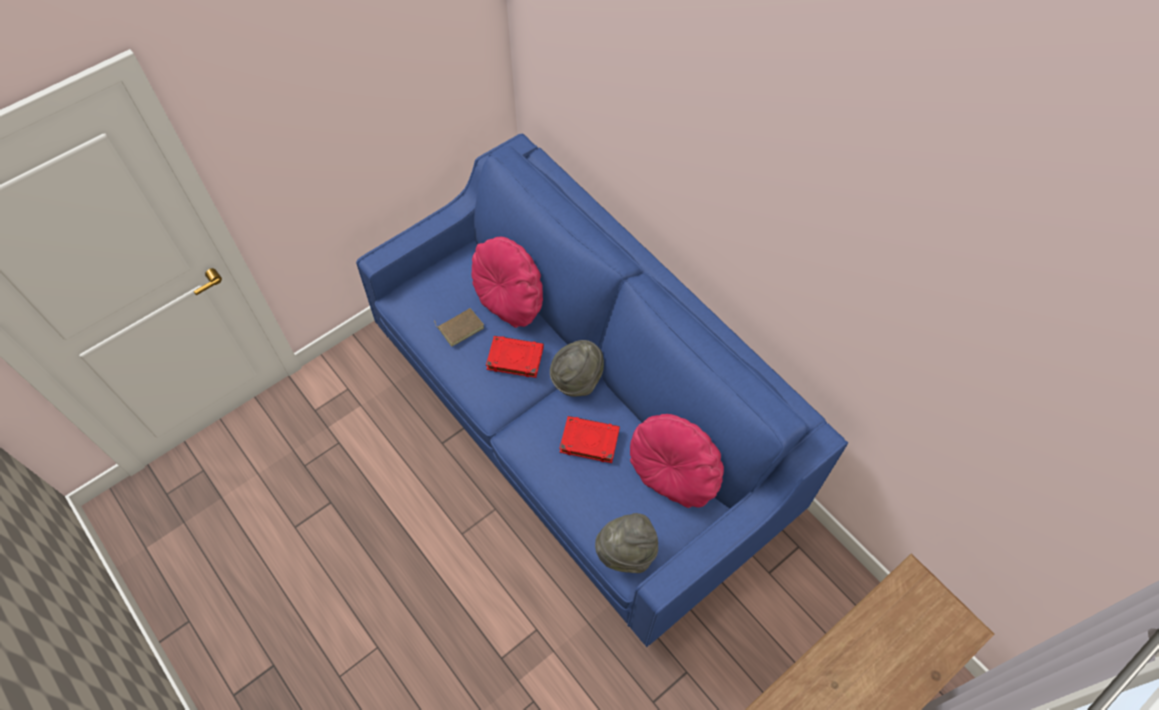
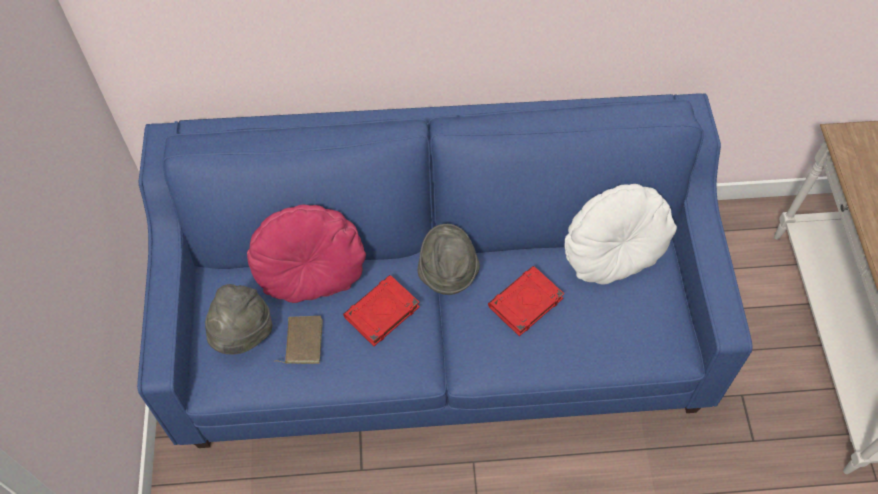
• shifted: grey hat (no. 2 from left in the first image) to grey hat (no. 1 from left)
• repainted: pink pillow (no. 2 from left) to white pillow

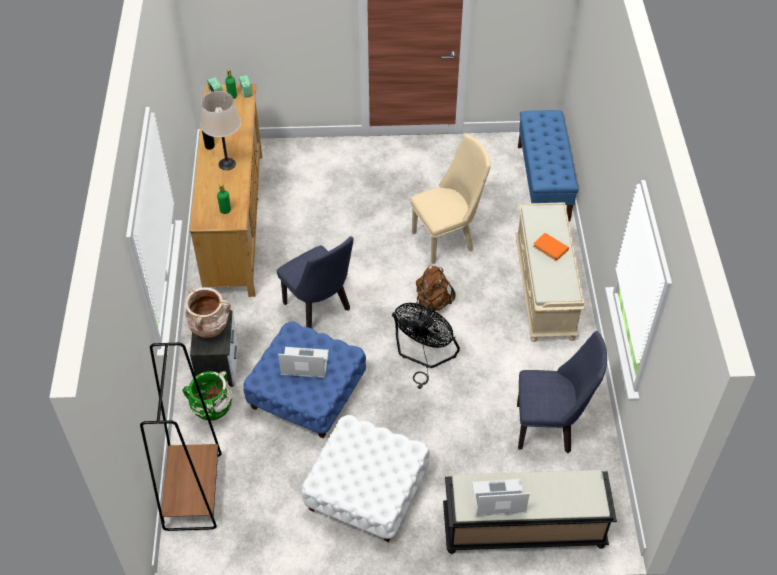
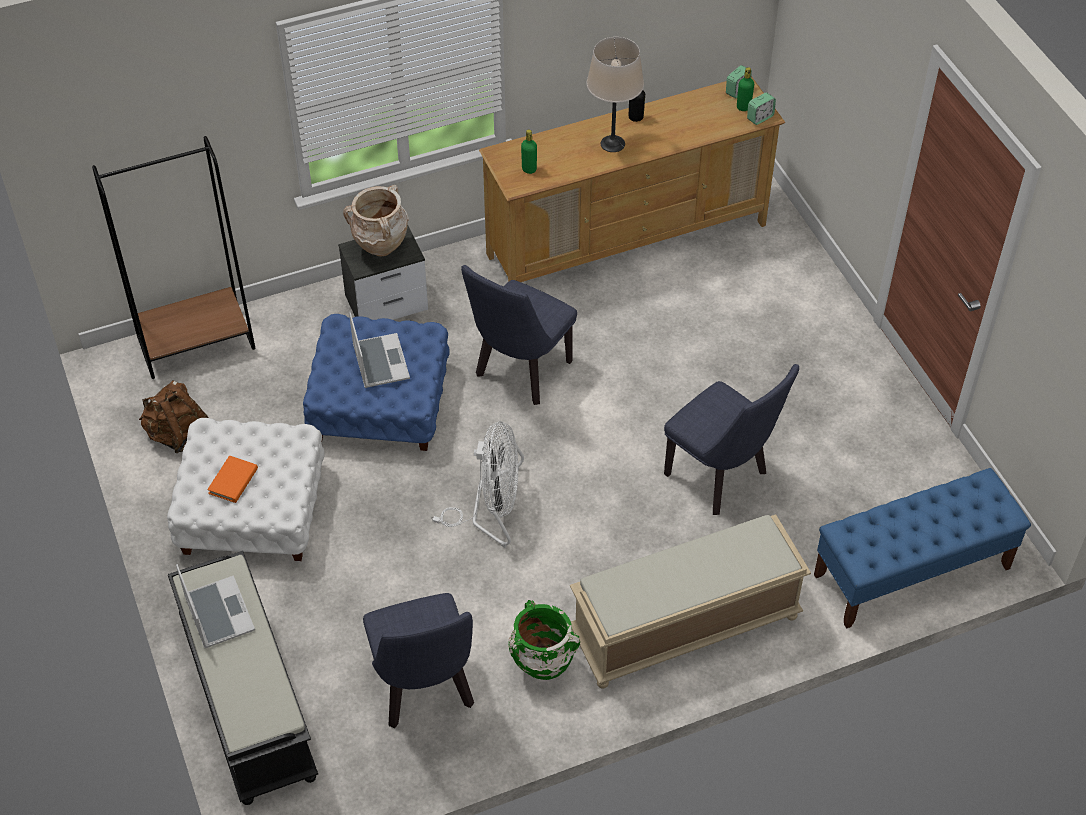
• shifted: green vase
• repainted: black fan to white fan
• repainted: beige chair to blue chair (no. 3 from left)
• shifted: brown backpack
• shifted: orange book

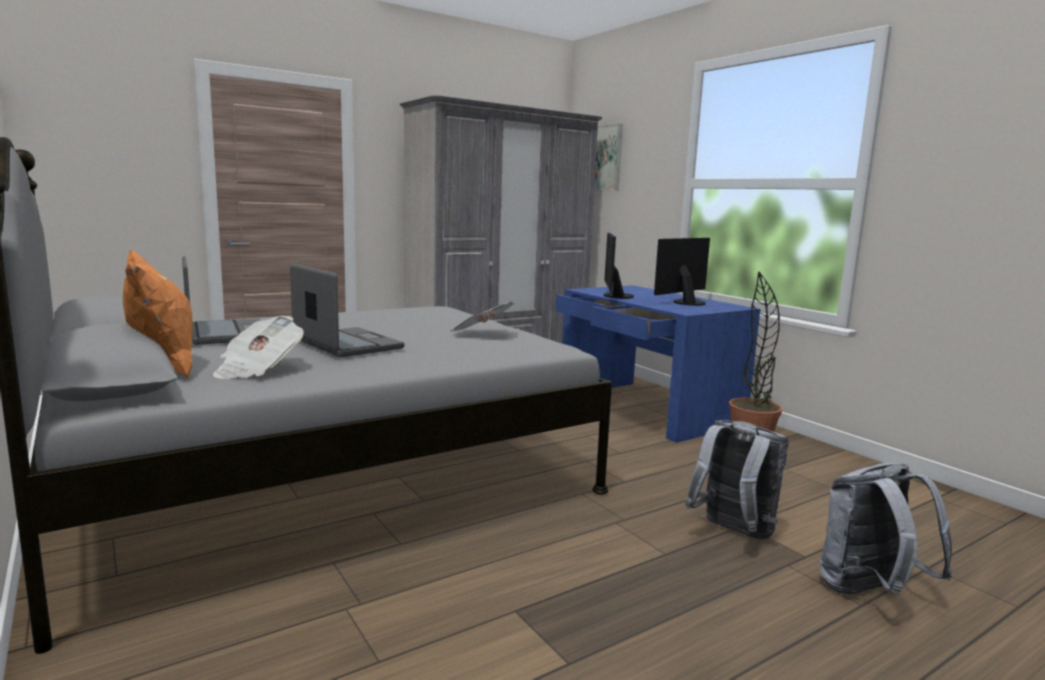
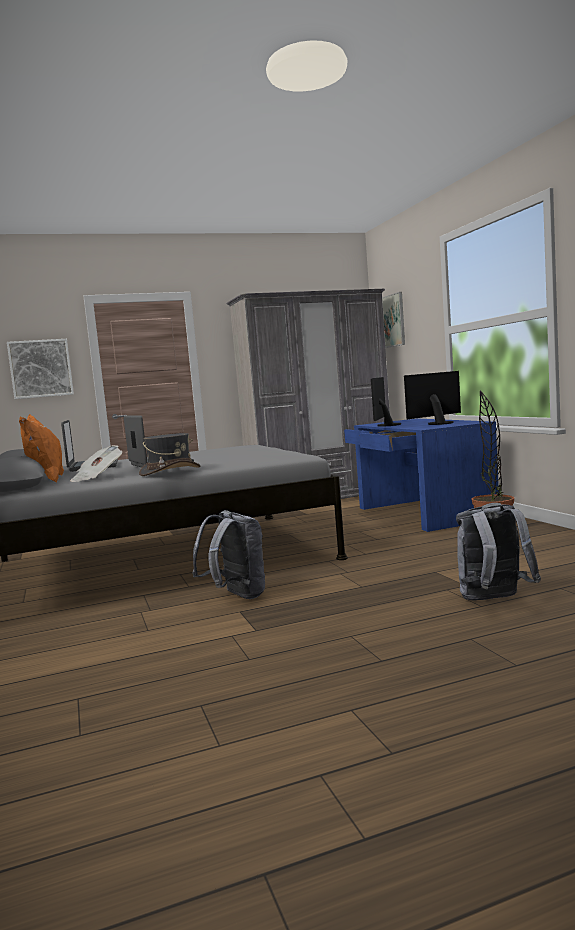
• gone: newspaper (no. 2 from left)
• shifted: grey backpack (no. 1 from left)
• new: picture (no. 1 from left)
• new: grey hat

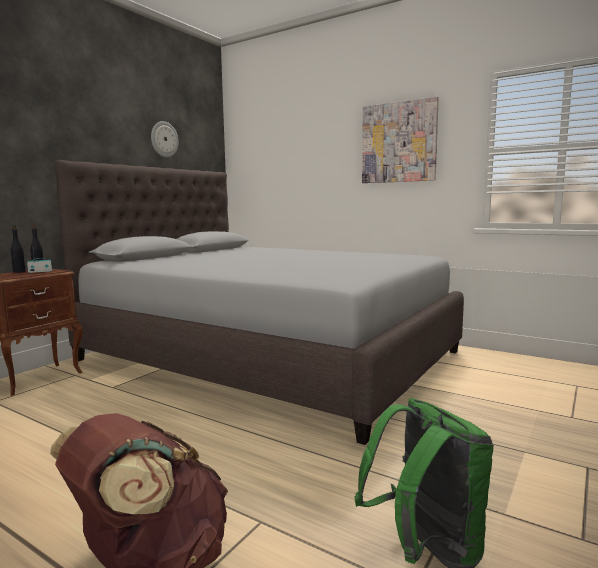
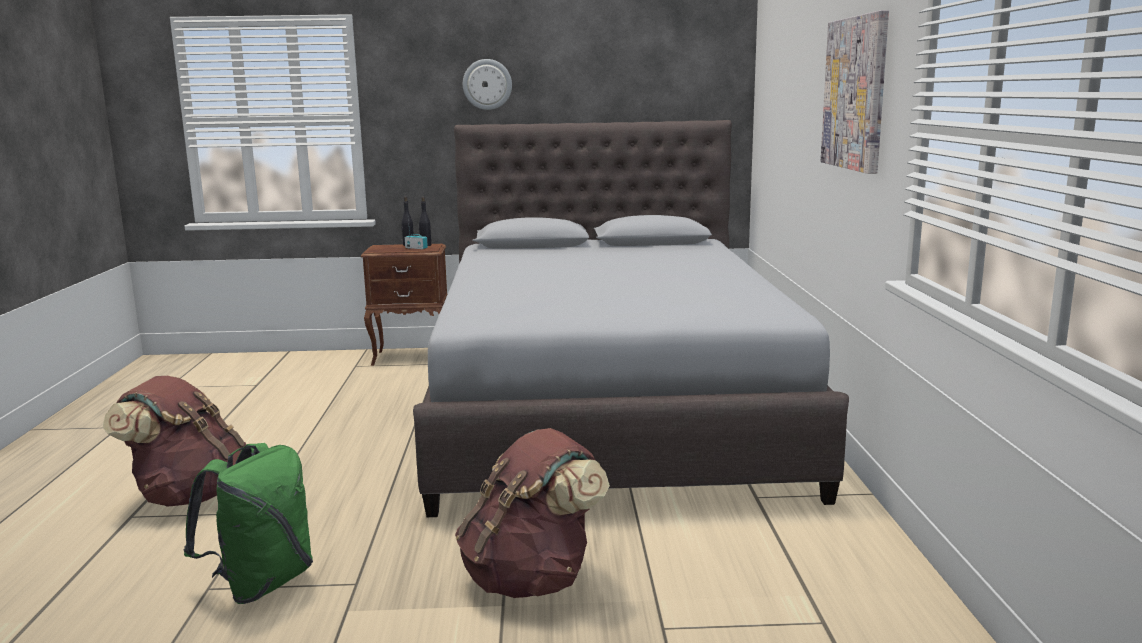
• shifted: wall clock
• new: brown backpack (no. 2 from left)

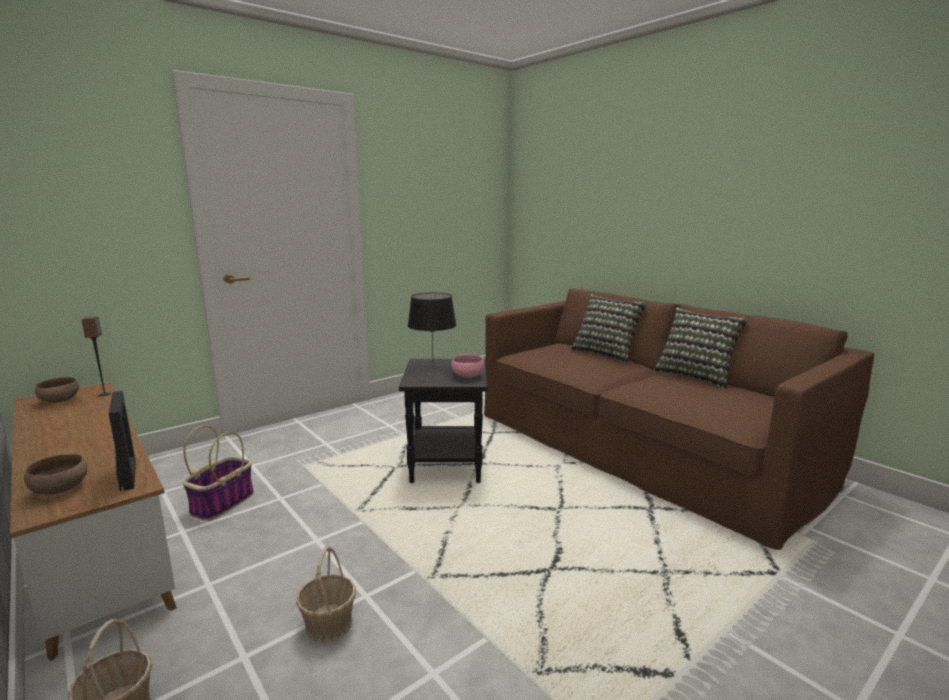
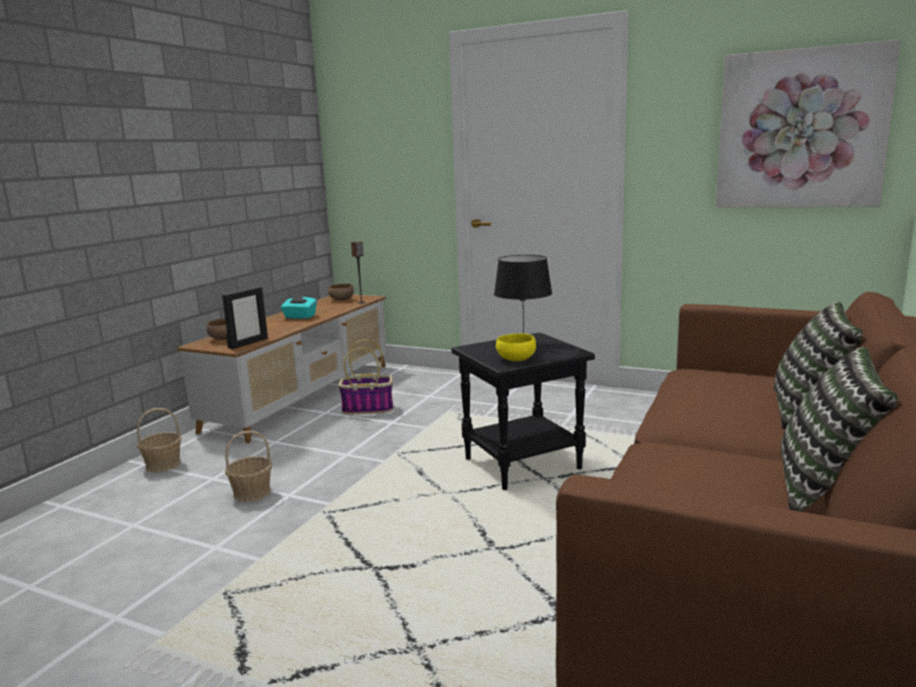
• repainted: pink bowl to yellow bowl
• new: turquoise tissue box
• new: picture

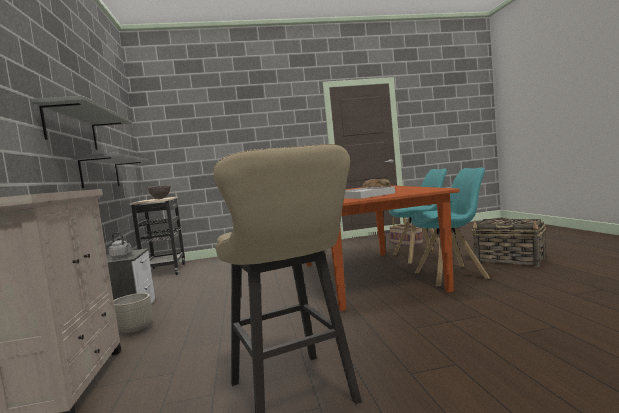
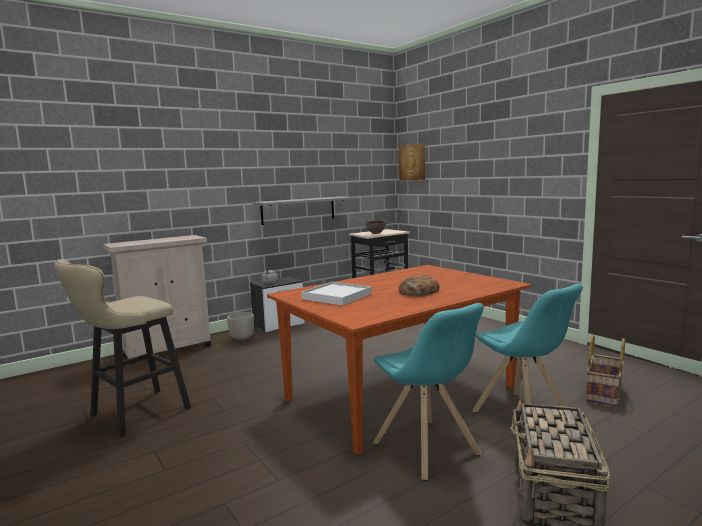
• gone: grey shelf (no. 1 from left)
• new: picture

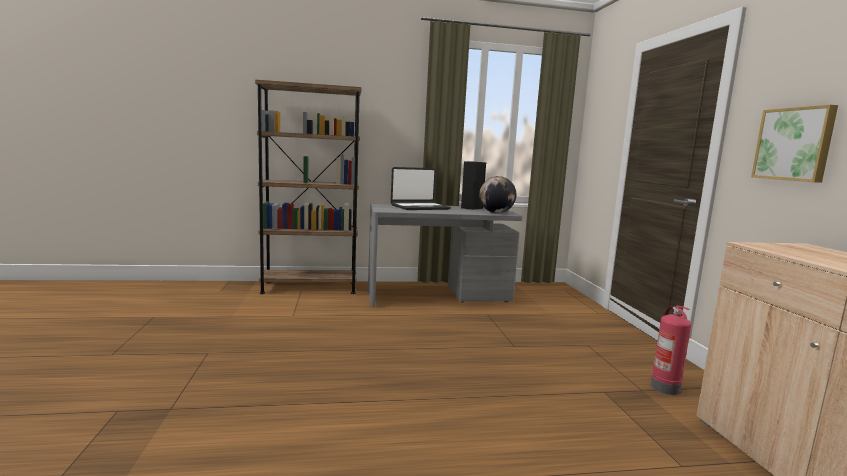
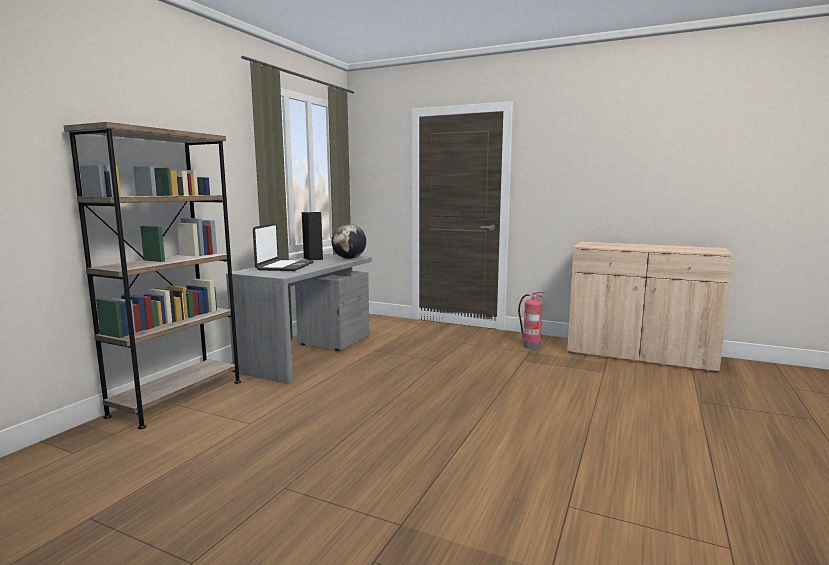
• gone: picture

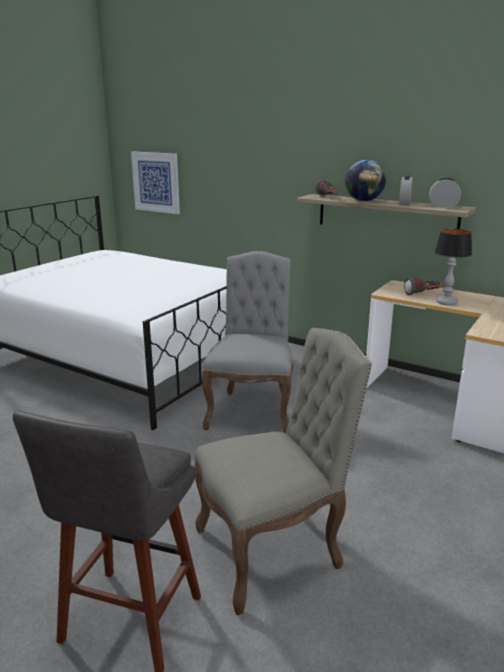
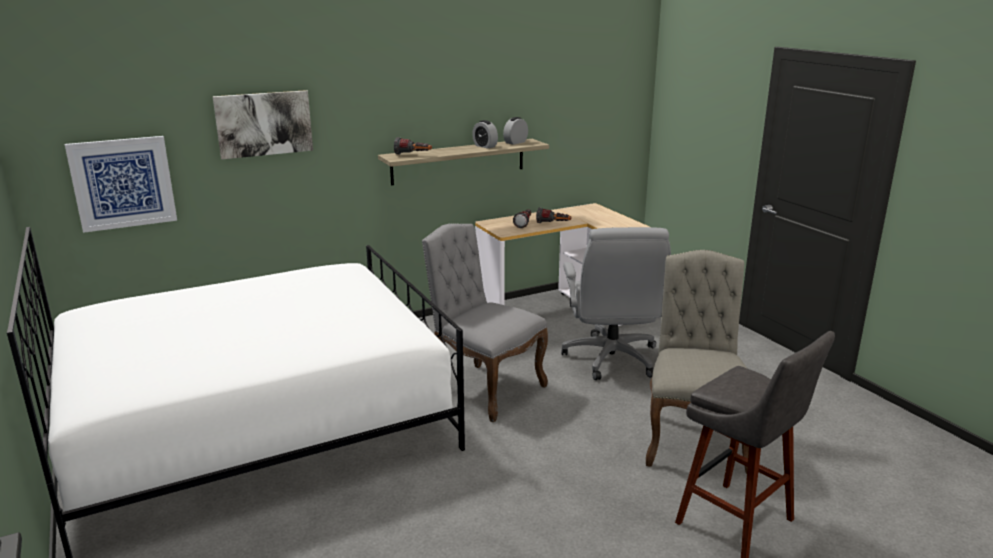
• gone: globe
• swapped: table lamp to flashlight (no. 3 from left)
• new: picture (no. 2 from left)
• new: grey office chair

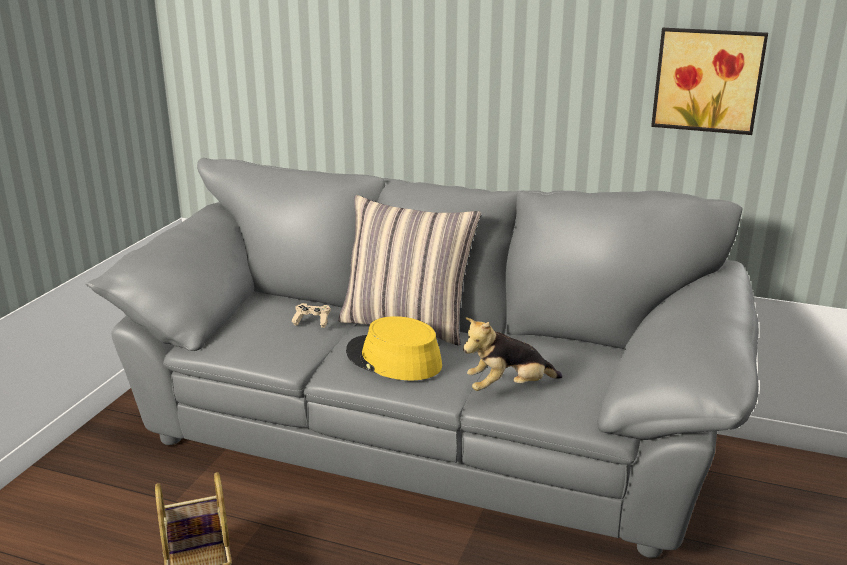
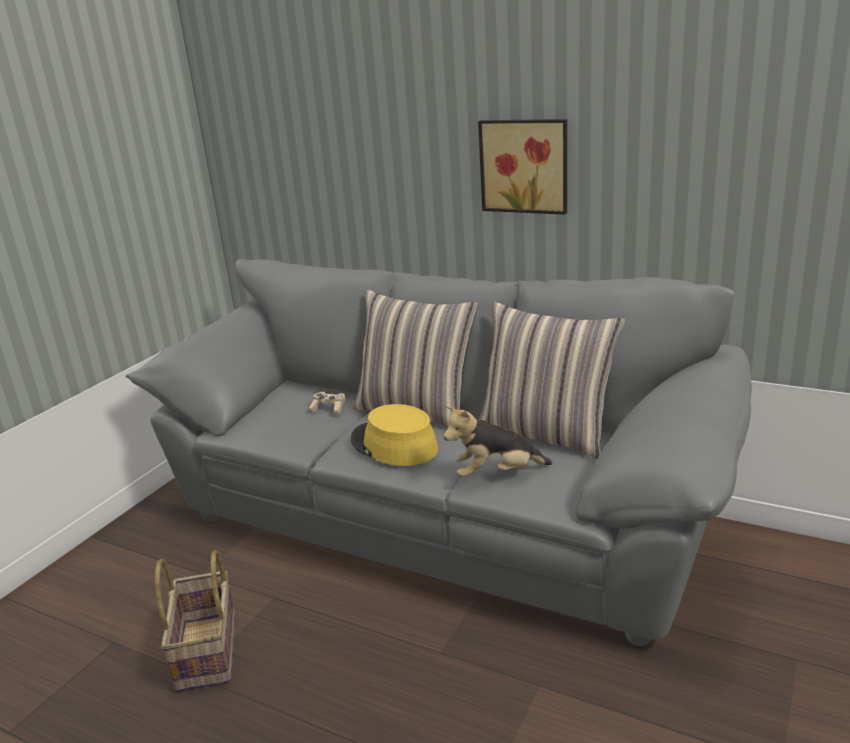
• shifted: picture
• new: pillow (no. 2 from left)

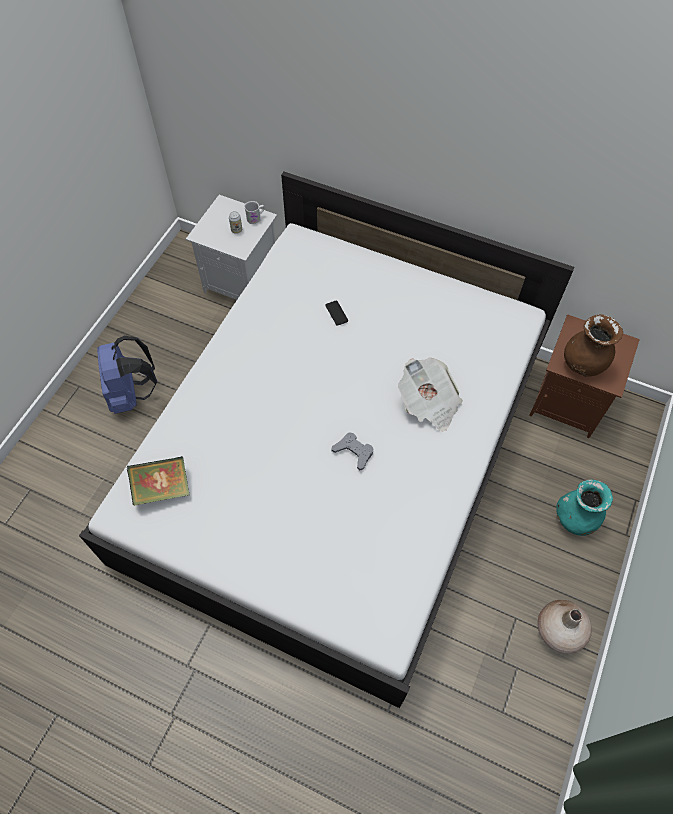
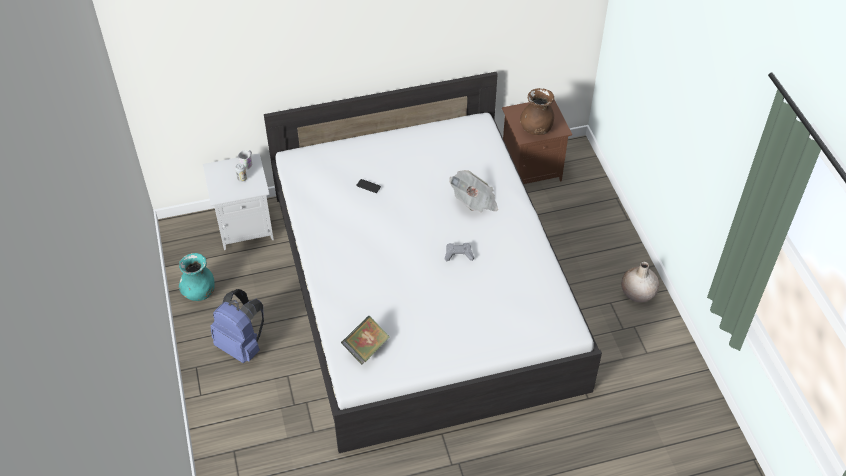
• shifted: turquoise vase

